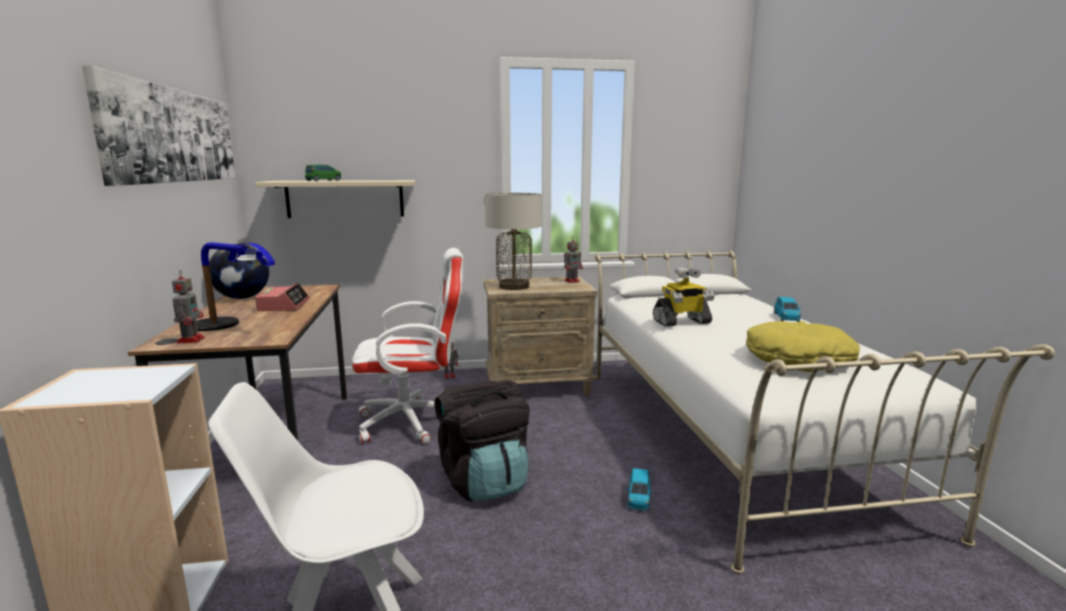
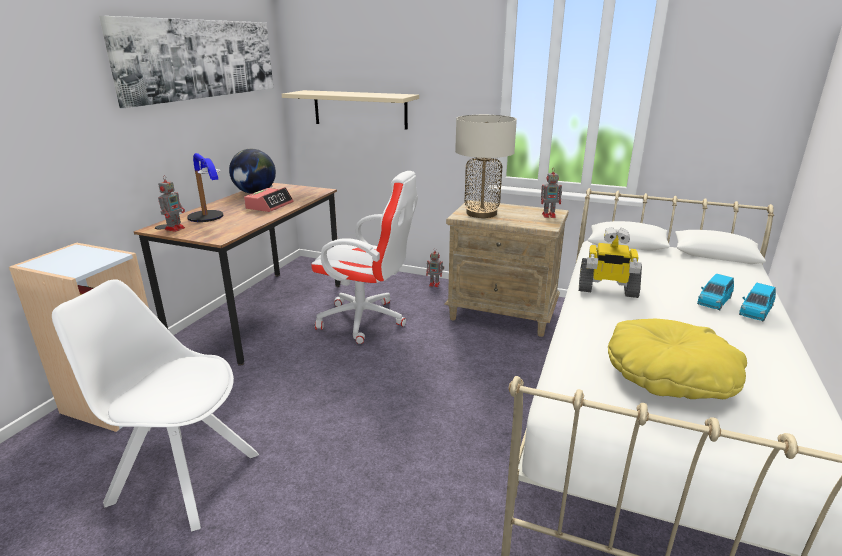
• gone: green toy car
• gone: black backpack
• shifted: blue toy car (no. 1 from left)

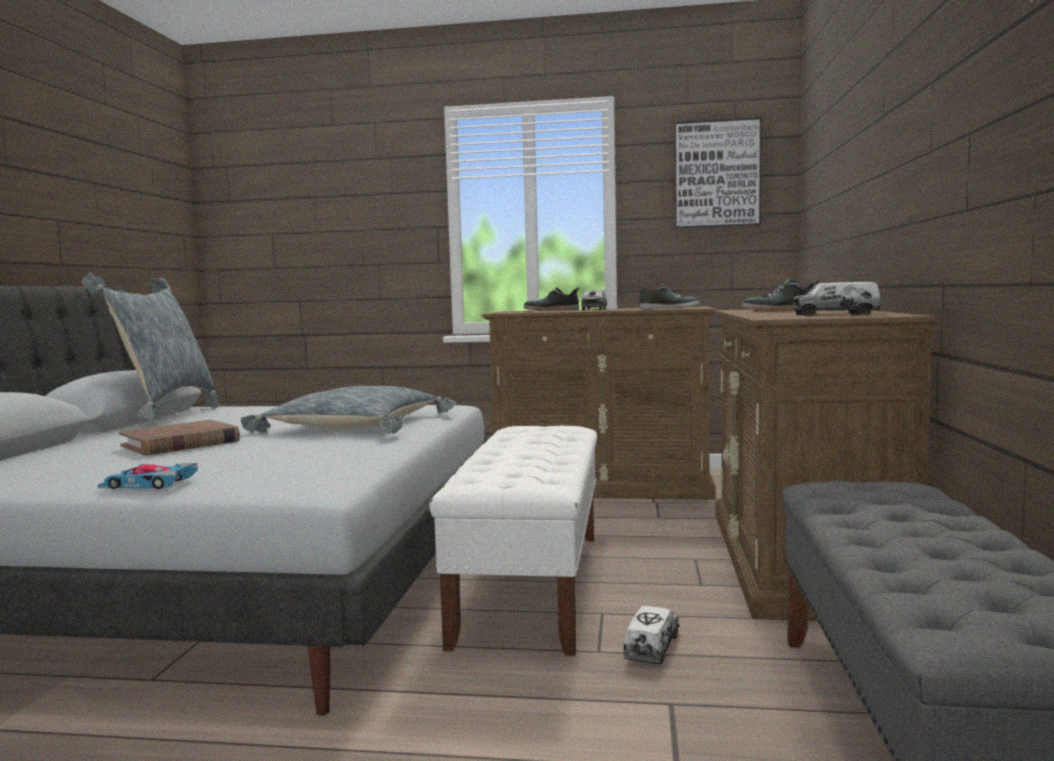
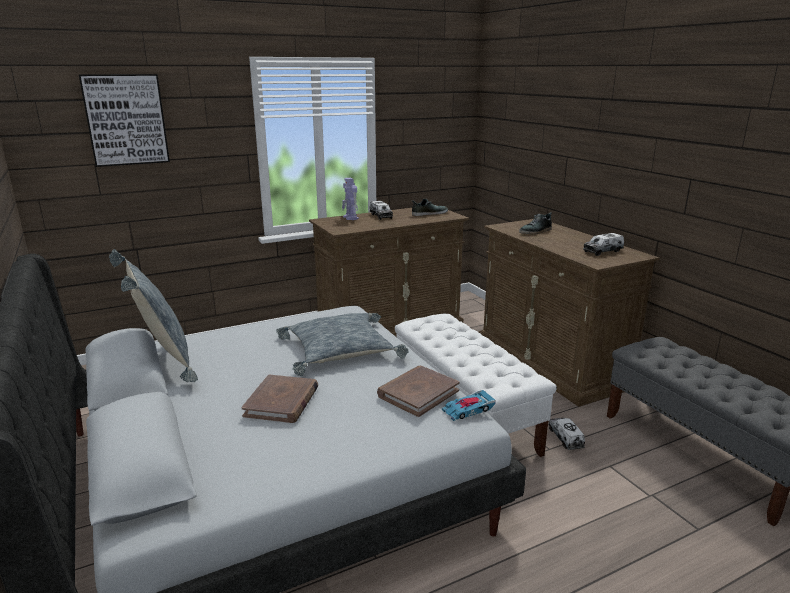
• shifted: toy car
• swapped: shoe (no. 1 from left) to toy robot
• shifted: picture
• new: brown book (no. 2 from left)

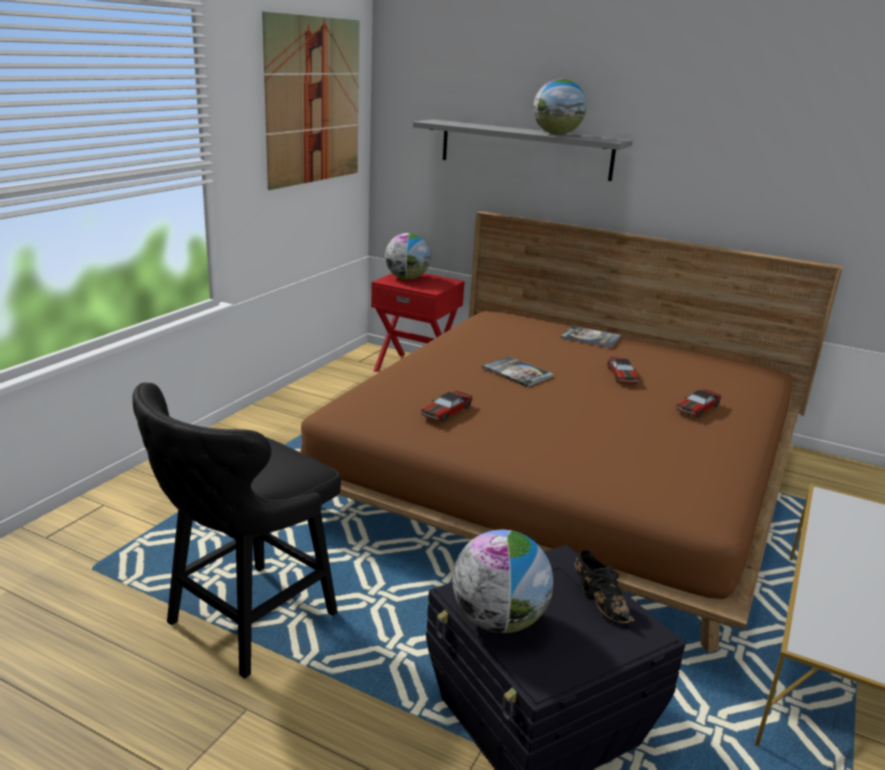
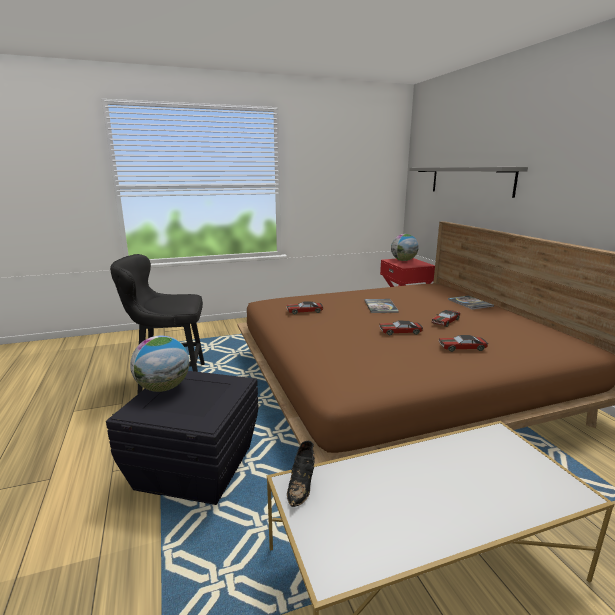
• gone: picture
• gone: globe (no. 3 from left)
• shifted: black shoe
• new: toy car (no. 2 from left)

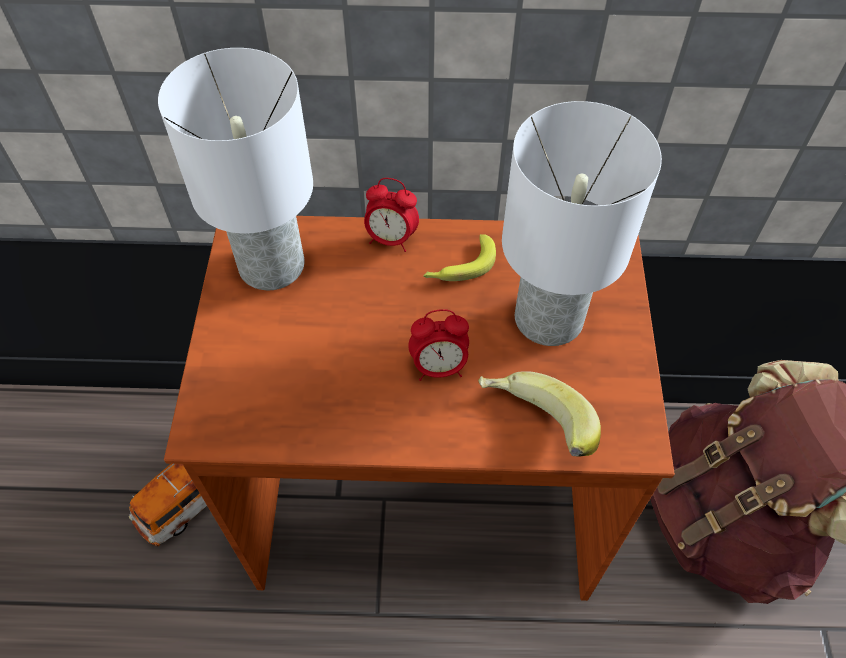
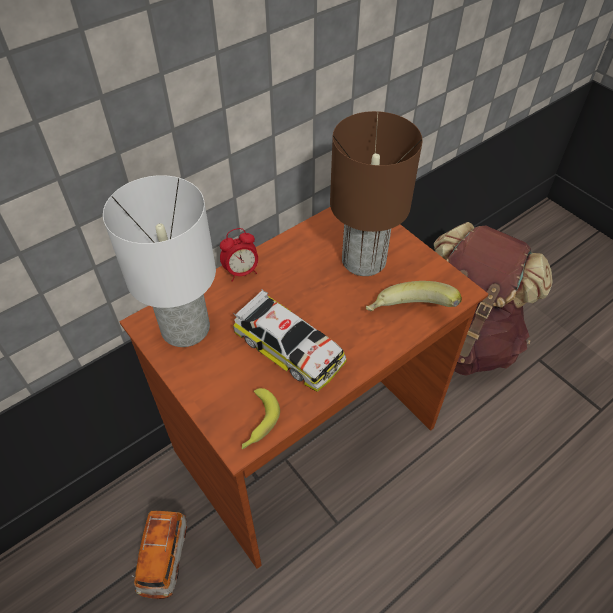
• gone: alarm clock (no. 2 from left)
• shifted: banana (no. 1 from left)
• repainted: white table lamp (no. 2 from left) to brown table lamp
• new: toy car (no. 2 from left)

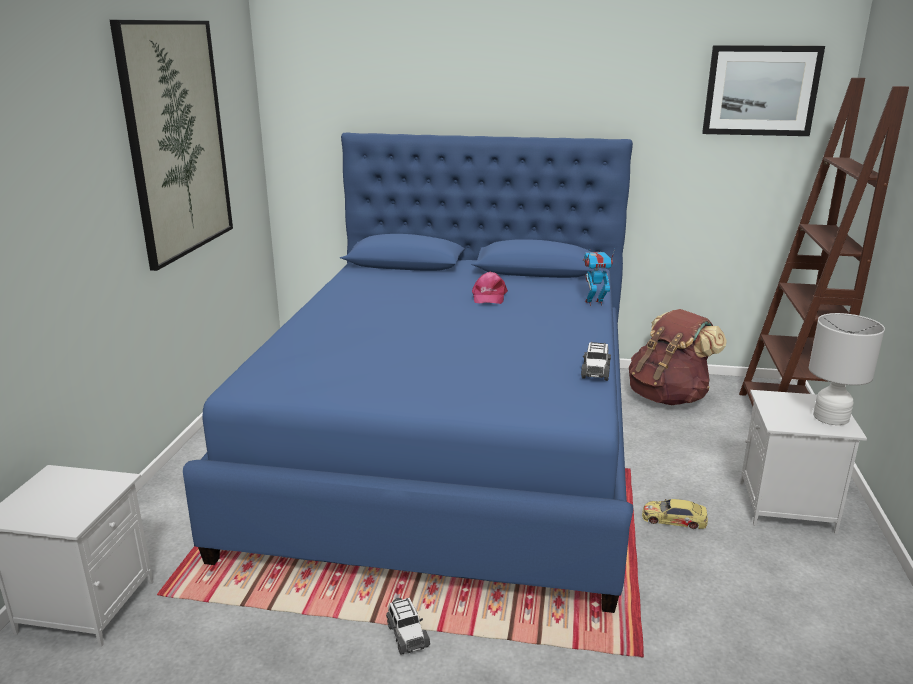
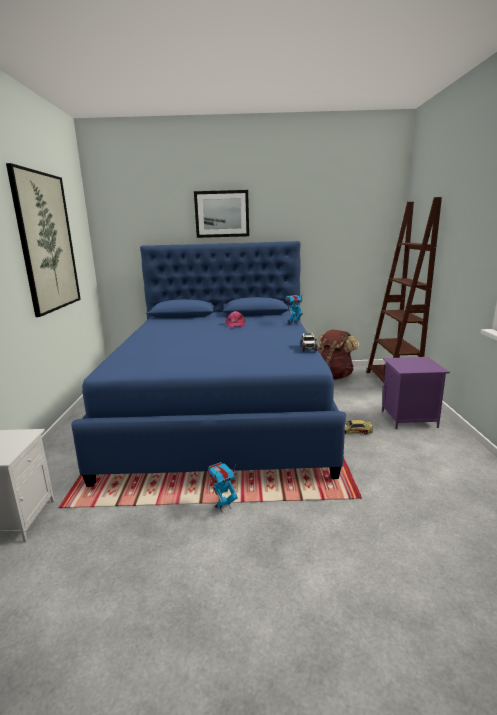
• swapped: toy car (no. 1 from left) to toy robot (no. 1 from left)
• shifted: picture (no. 2 from left)
• repainted: grey nightstand (no. 2 from left) to purple nightstand
• gone: grey table lamp

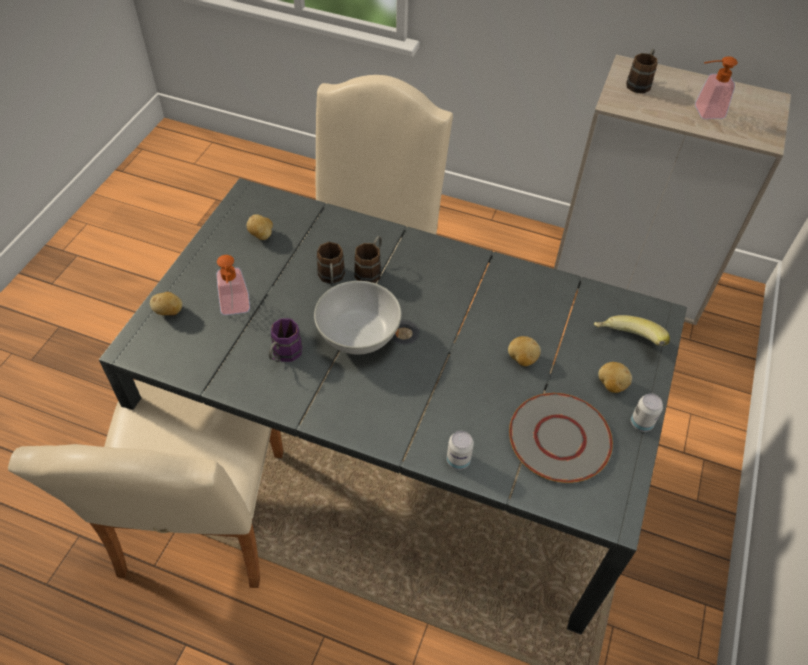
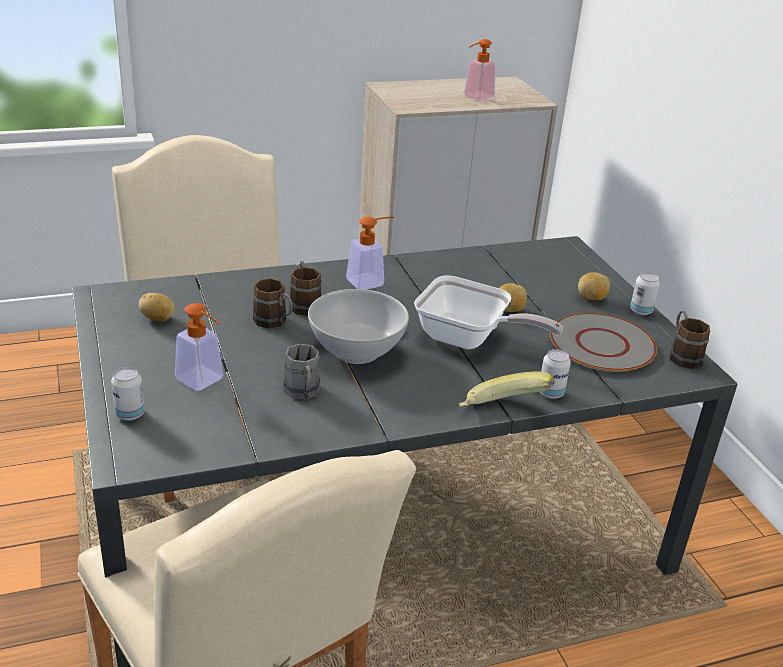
• swapped: potato (no. 1 from left) to can (no. 1 from left)
• repainted: purple mug to grey mug
• shifted: banana
• shifted: brown mug (no. 3 from left)
• new: soap dispenser (no. 2 from left)
• new: frying pan

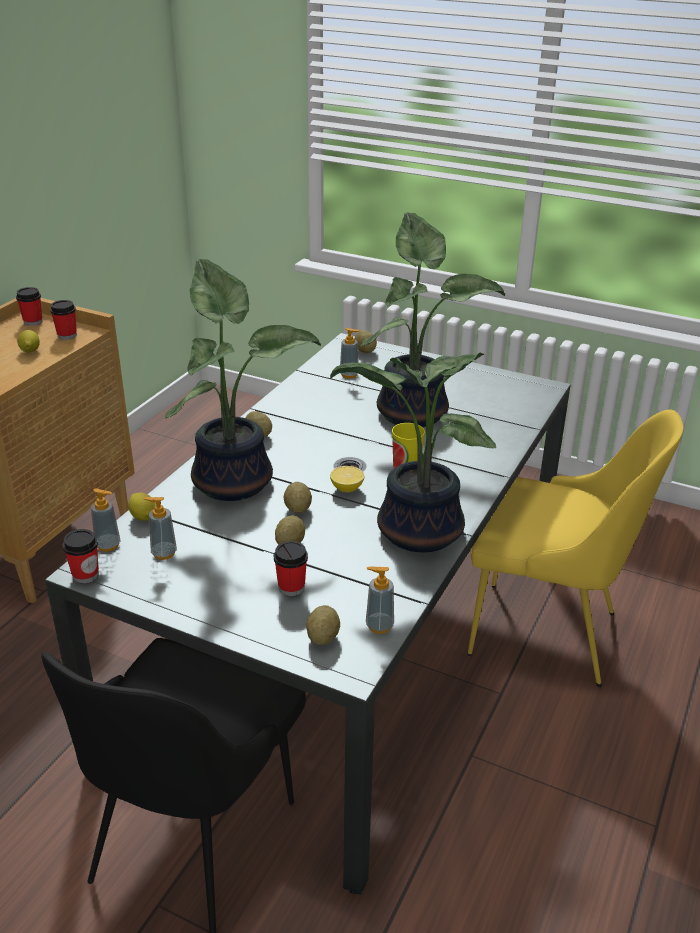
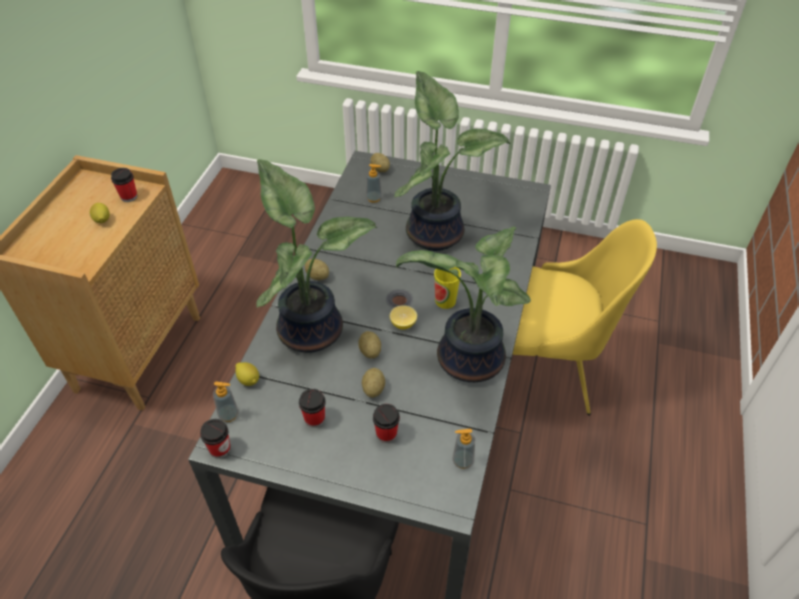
• shifted: cup (no. 1 from left in the first image) to cup (no. 3 from left)
• gone: soap dispenser (no. 2 from left)
• gone: potato (no. 4 from left)

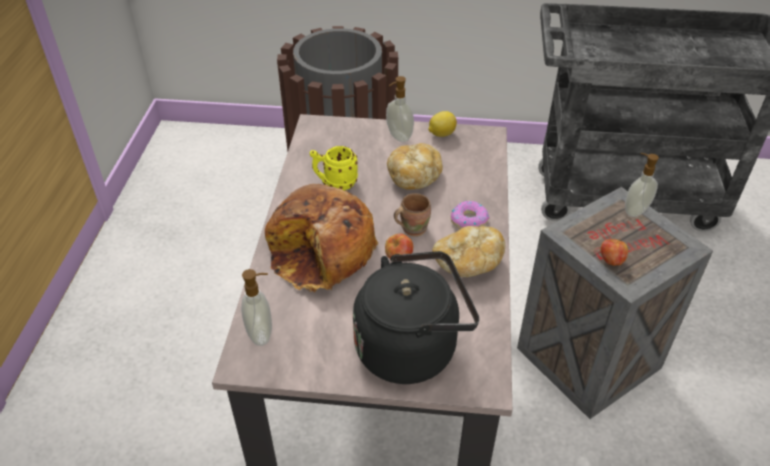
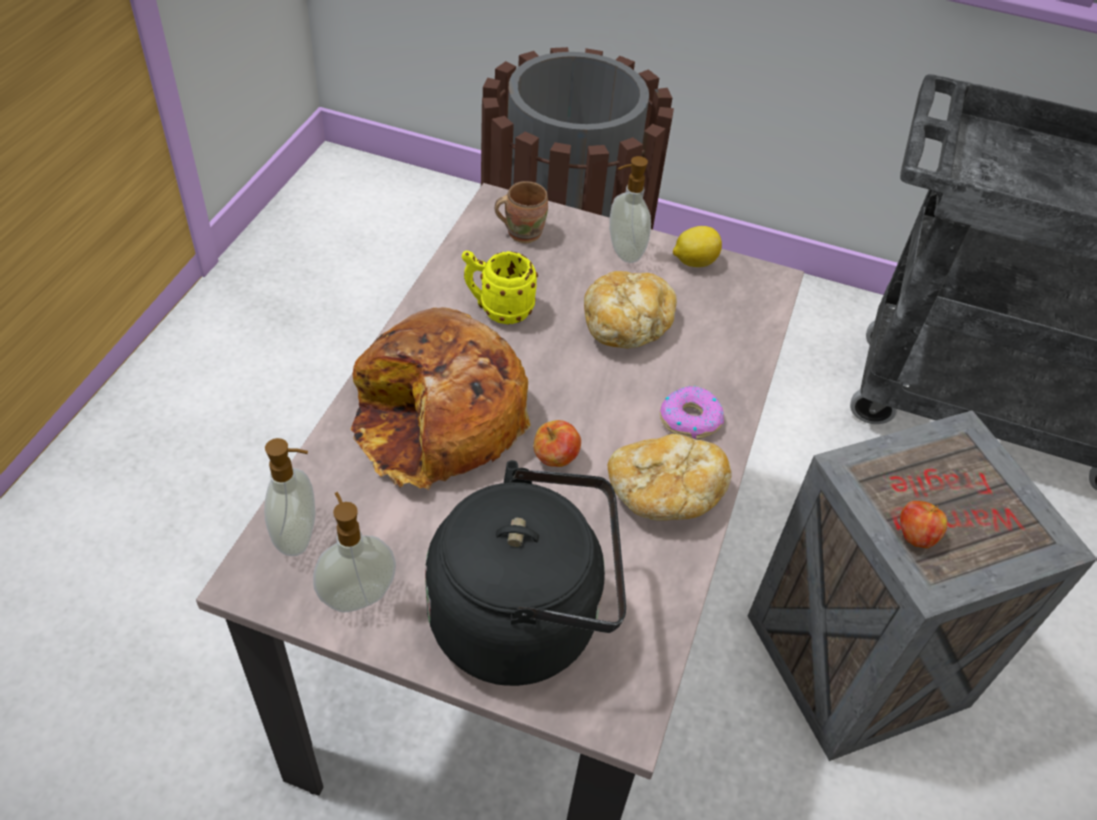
• shifted: brown mug
• shifted: soap dispenser (no. 3 from left in the first image) to soap dispenser (no. 2 from left)

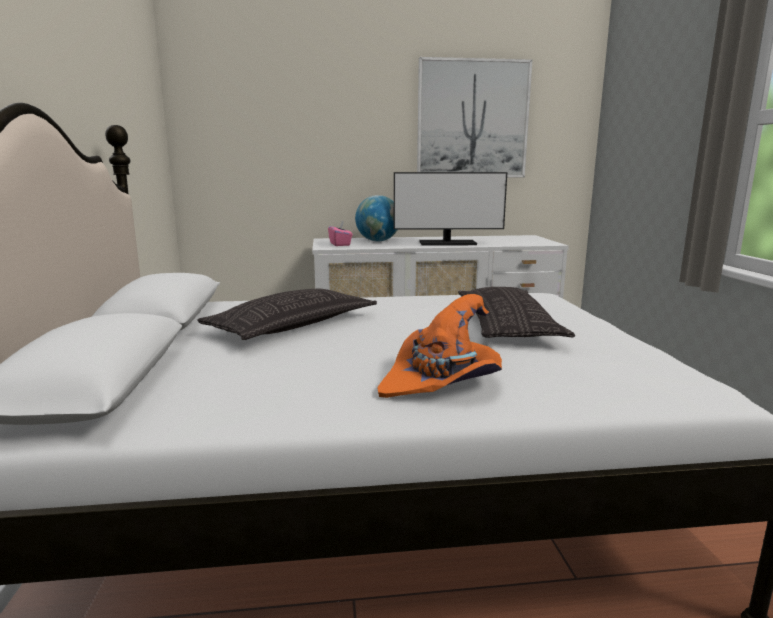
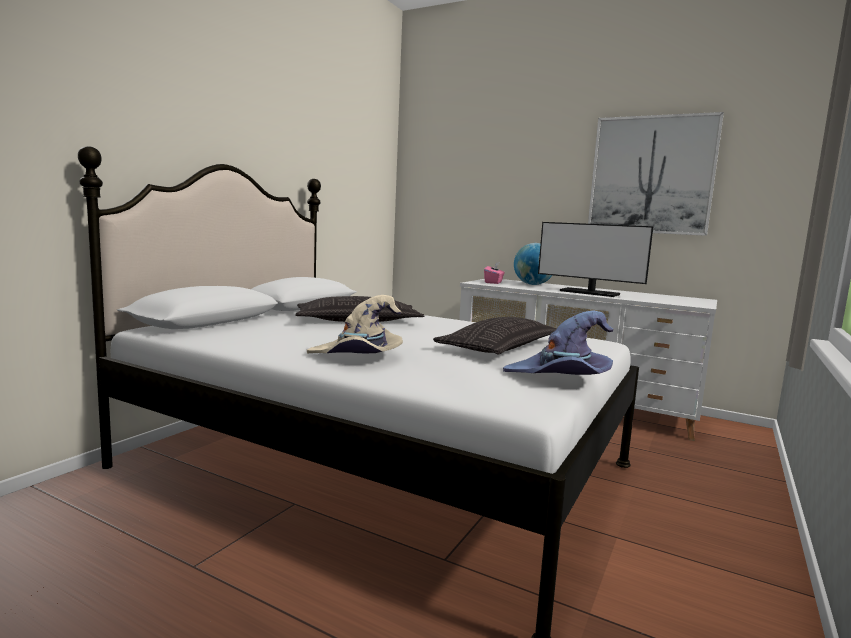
• repainted: orange hat to beige hat
• new: purple hat

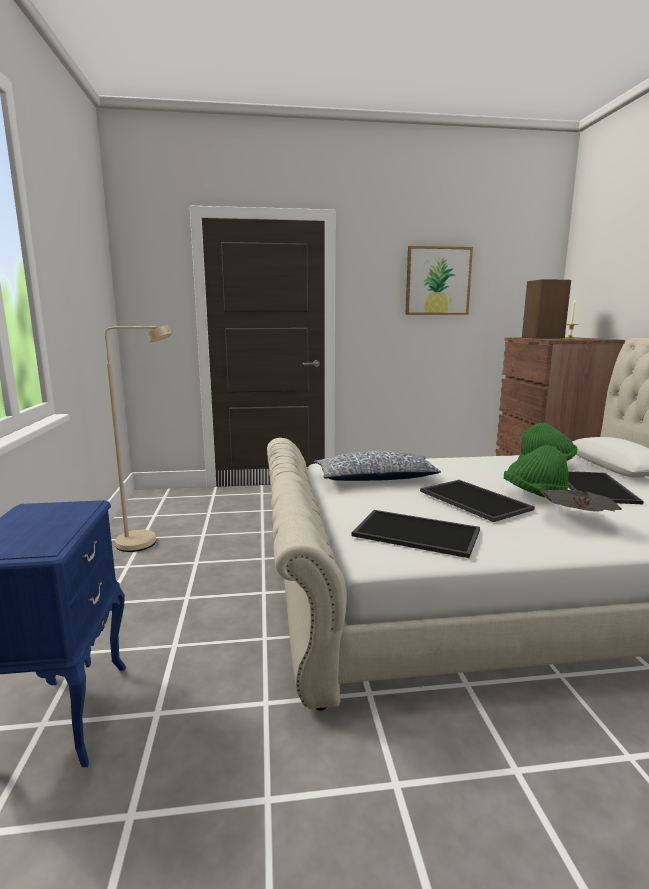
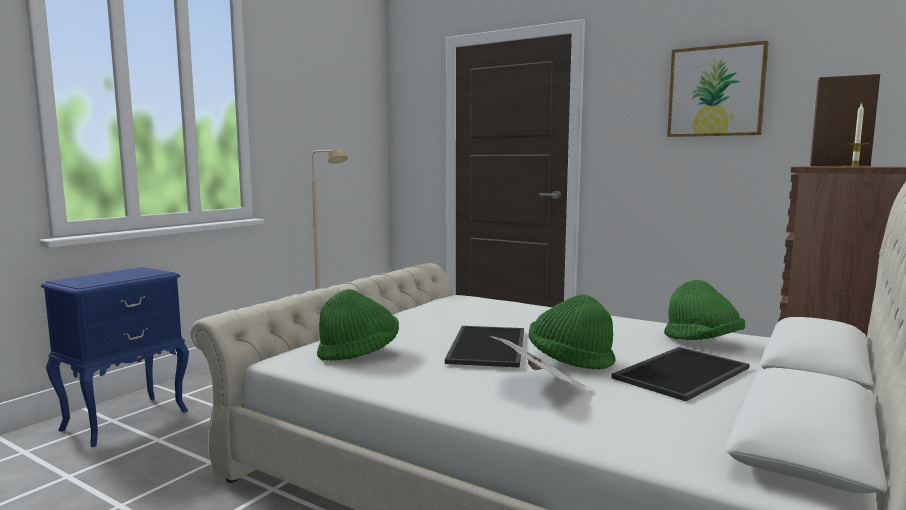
• gone: pillow
• swapped: tray (no. 1 from left) to green hat (no. 1 from left)

